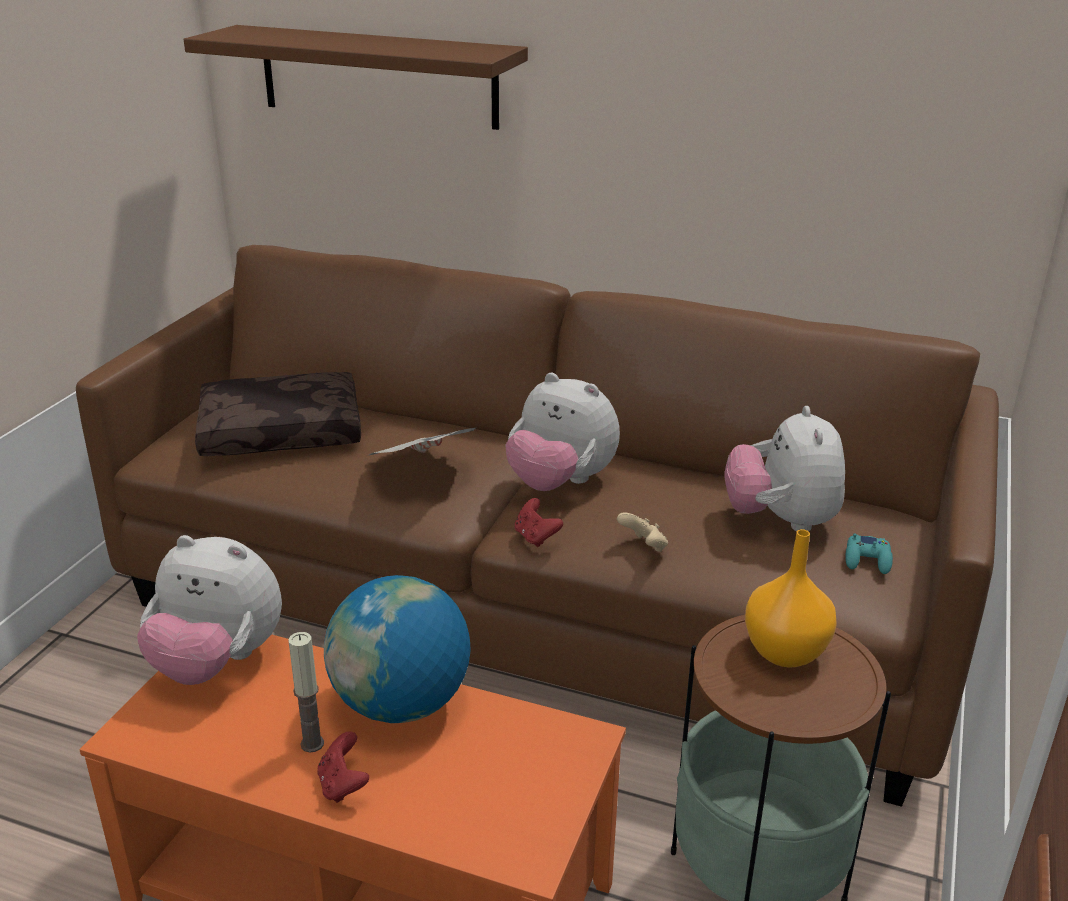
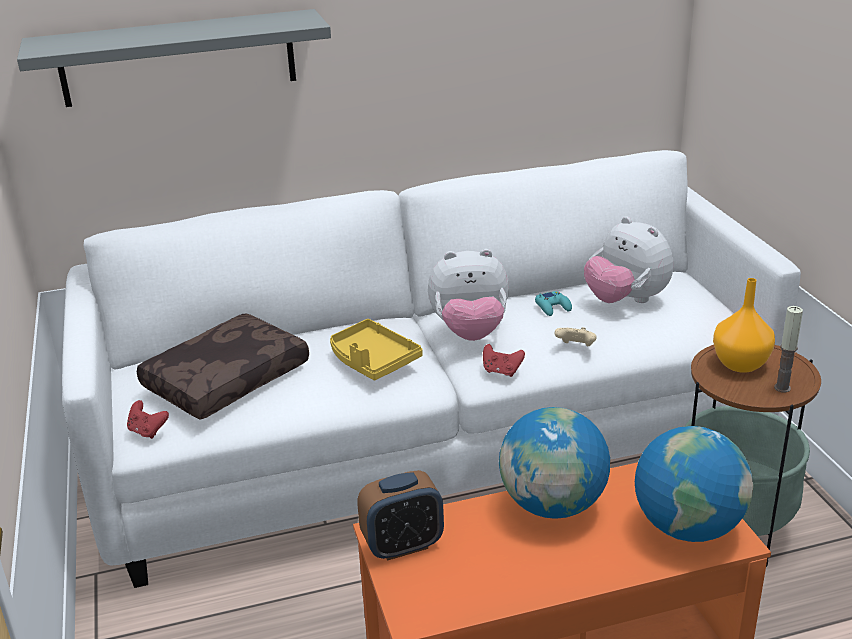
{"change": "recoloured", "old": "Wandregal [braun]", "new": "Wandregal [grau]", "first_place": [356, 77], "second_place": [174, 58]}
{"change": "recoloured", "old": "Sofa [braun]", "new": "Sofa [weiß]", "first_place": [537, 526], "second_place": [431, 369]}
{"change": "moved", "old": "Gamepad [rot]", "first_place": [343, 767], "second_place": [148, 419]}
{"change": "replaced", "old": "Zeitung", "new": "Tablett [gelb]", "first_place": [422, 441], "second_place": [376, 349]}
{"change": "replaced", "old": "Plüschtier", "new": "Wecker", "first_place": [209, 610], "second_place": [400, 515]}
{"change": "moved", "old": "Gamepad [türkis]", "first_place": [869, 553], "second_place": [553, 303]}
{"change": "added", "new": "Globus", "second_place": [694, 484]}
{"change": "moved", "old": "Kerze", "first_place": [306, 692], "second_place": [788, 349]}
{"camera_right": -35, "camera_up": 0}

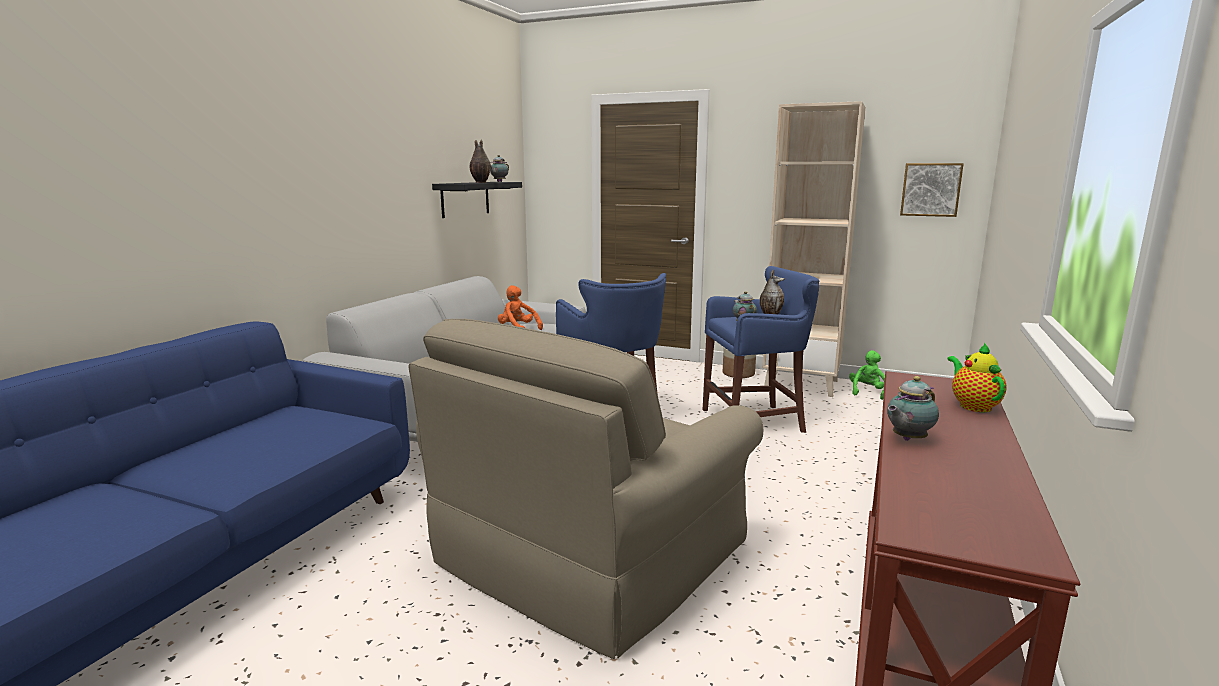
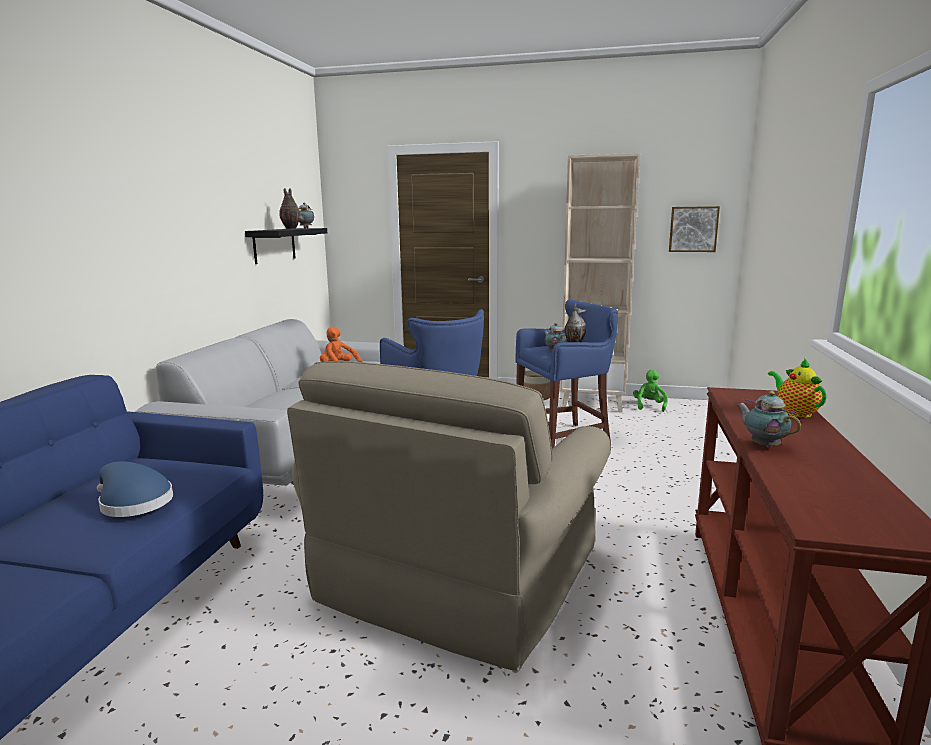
{"change": "added", "new": "Hut [blau]", "second_place": [135, 489]}
{"change": "turned", "old": "Teekanne", "first_place": [913, 408], "second_place": [769, 419], "degrees": 105}
{"camera_right": -10, "camera_up": 0}

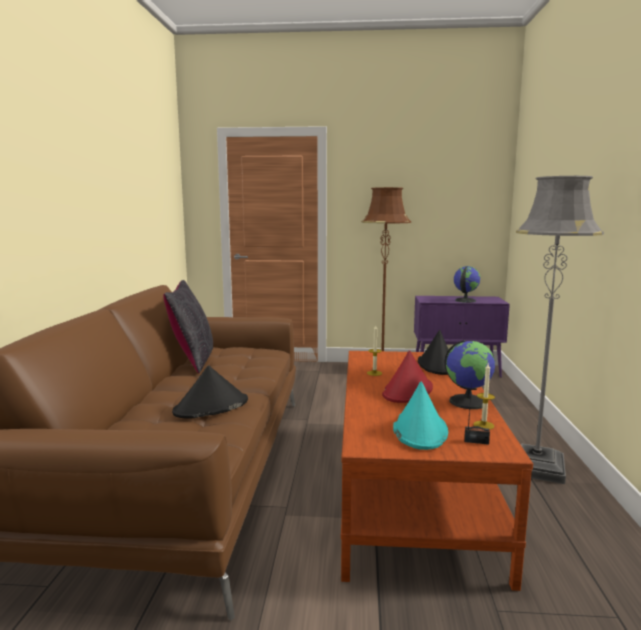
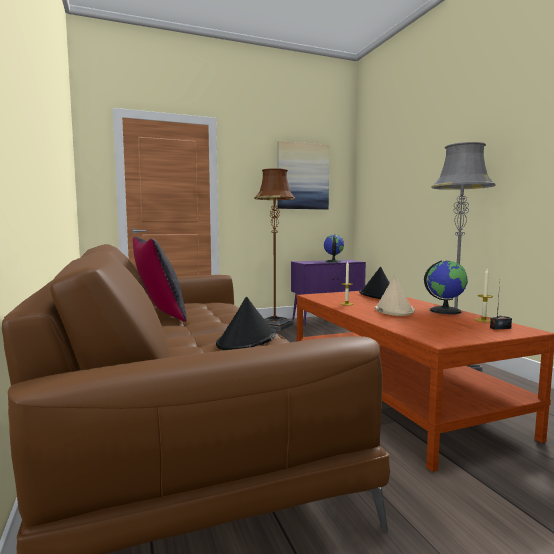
{"change": "added", "new": "Bild", "second_place": [303, 175]}
{"change": "recoloured", "old": "Hut [rot]", "new": "Hut [beige]", "first_place": [407, 376], "second_place": [395, 295]}
{"change": "removed", "old": "Hut [türkis]", "first_place": [420, 416]}
{"camera_right": -25, "camera_up": -5}

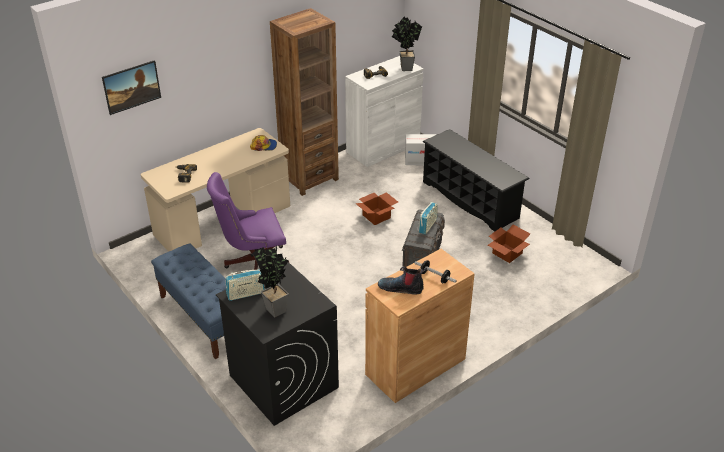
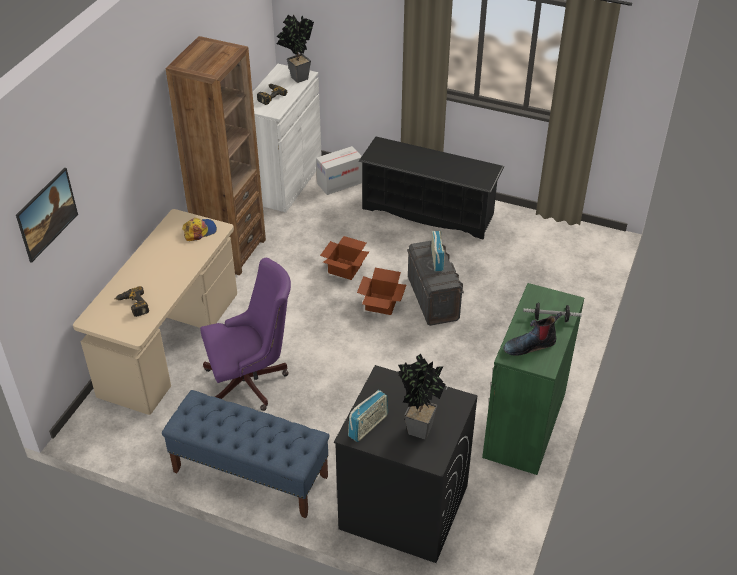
{"change": "turned", "old": "Bürostuhl [lila]", "first_place": [248, 221], "second_place": [245, 334], "degrees": -150}
{"change": "moved", "old": "Karton", "first_place": [509, 244], "second_place": [381, 291]}
{"change": "recoloured", "old": "Schrank [braun]", "new": "Schrank [grün]", "first_place": [420, 326], "second_place": [533, 379]}
{"camera_right": -30, "camera_up": 5}

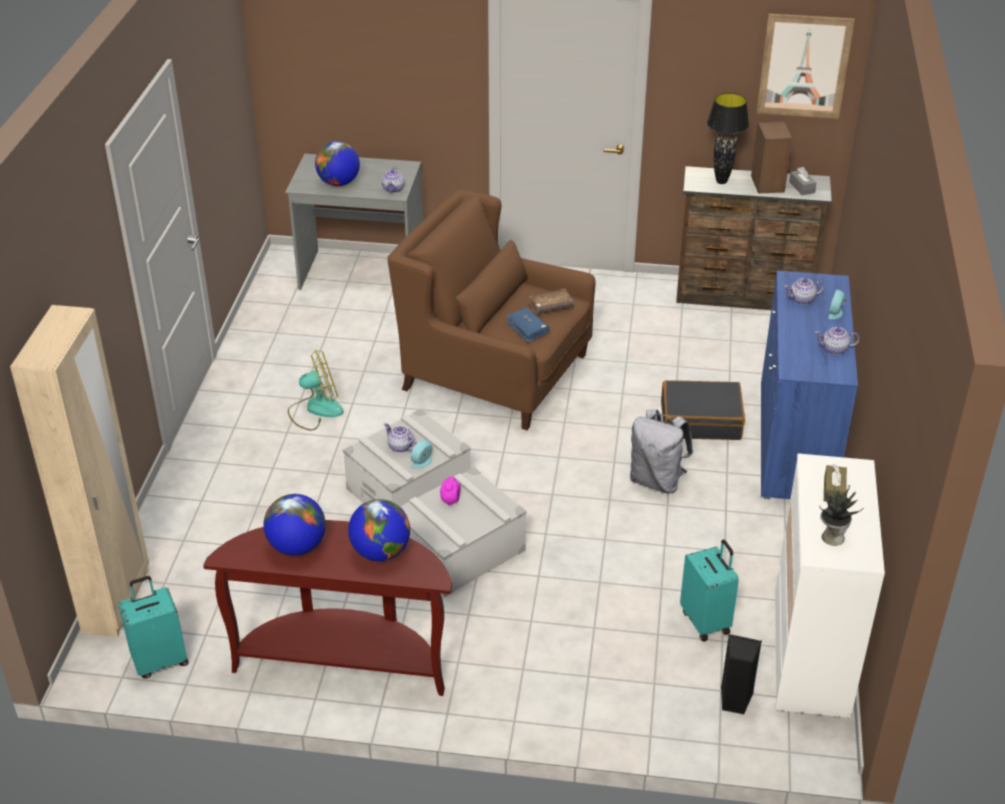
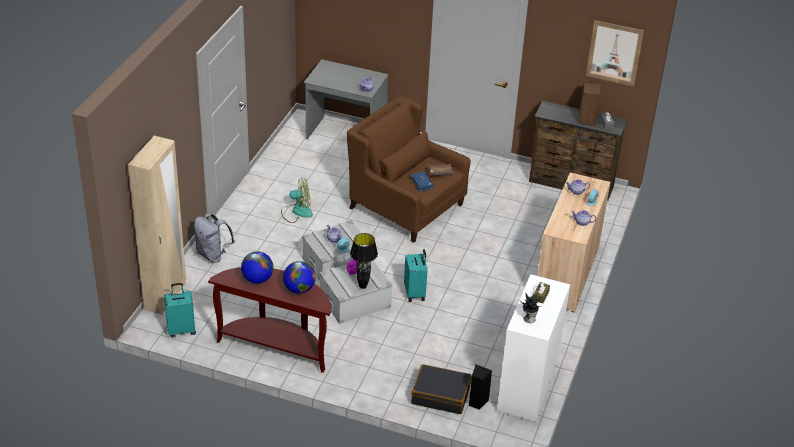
{"change": "moved", "old": "Rucksack [grau]", "first_place": [661, 451], "second_place": [214, 238]}
{"change": "moved", "old": "Tischlampe [schwarz]", "first_place": [728, 138], "second_place": [364, 261]}
{"change": "moved", "old": "Koffer [türkis]", "first_place": [709, 590], "second_place": [416, 275]}
{"change": "moved", "old": "Koffer [schwarz]", "first_place": [703, 410], "second_place": [441, 389]}
{"change": "recoloured", "old": "Schrank [blau]", "new": "Schrank [beige]", "first_place": [809, 384], "second_place": [574, 242]}
{"change": "removed", "old": "Globus", "first_place": [337, 163]}
{"camera_right": 10, "camera_up": 0}

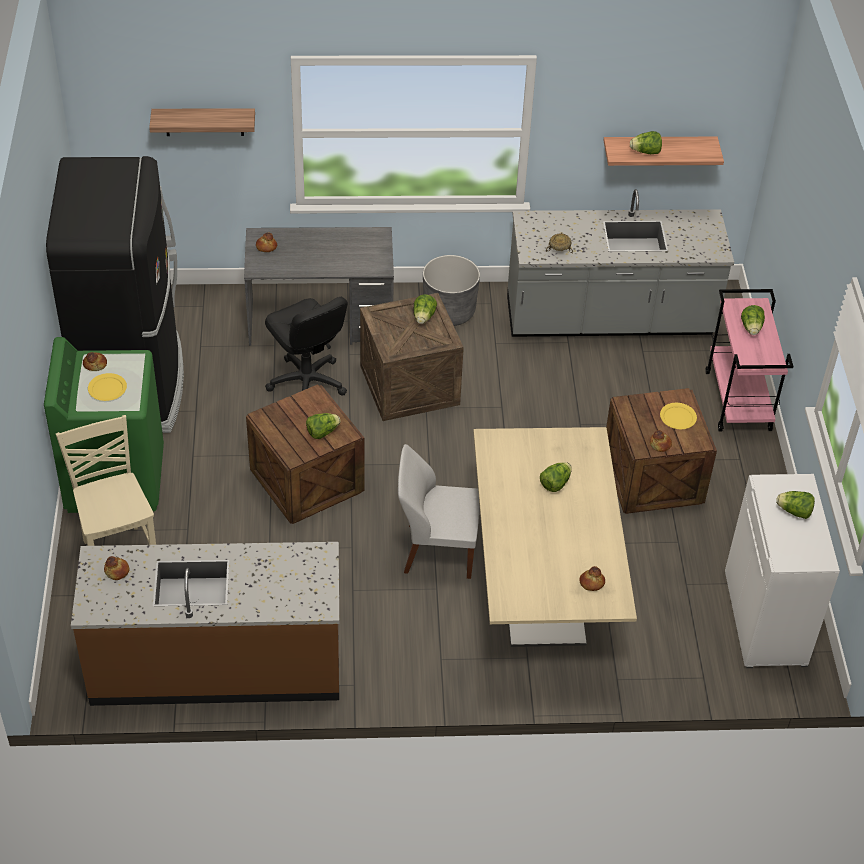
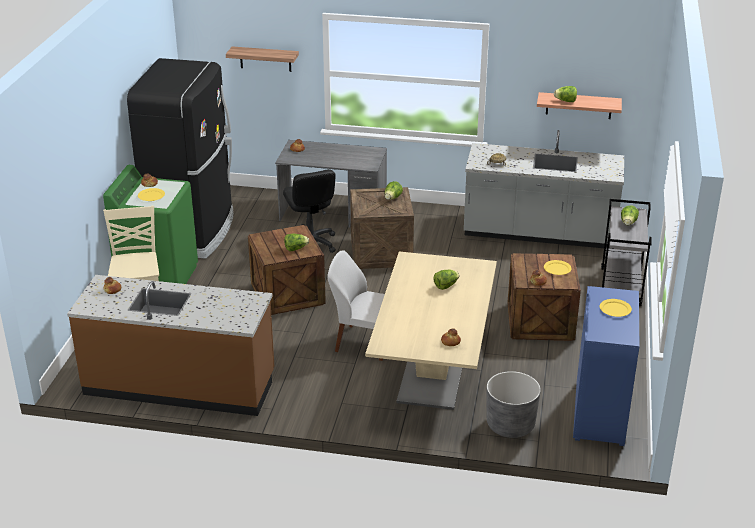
{"change": "moved", "old": "Pflanzkübel [grau]", "first_place": [451, 290], "second_place": [514, 404]}
{"change": "recoloured", "old": "Schrank [weiß]", "new": "Schrank [blau]", "first_place": [782, 571], "second_place": [606, 366]}
{"change": "replaced", "old": "Salatkopf", "new": "Teller [gelb]", "first_place": [795, 505], "second_place": [616, 308]}
{"change": "recoloured", "old": "Rollwagen [rosa]", "new": "Rollwagen [grau]", "first_place": [749, 360], "second_place": [626, 252]}
{"camera_right": 15, "camera_up": -15}

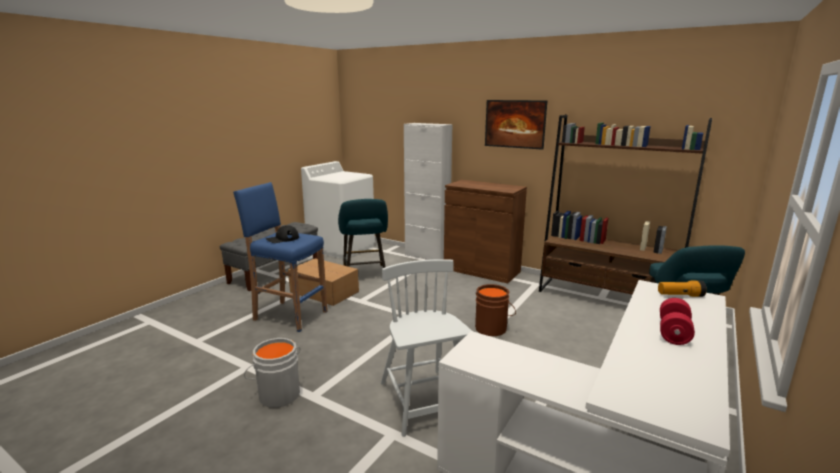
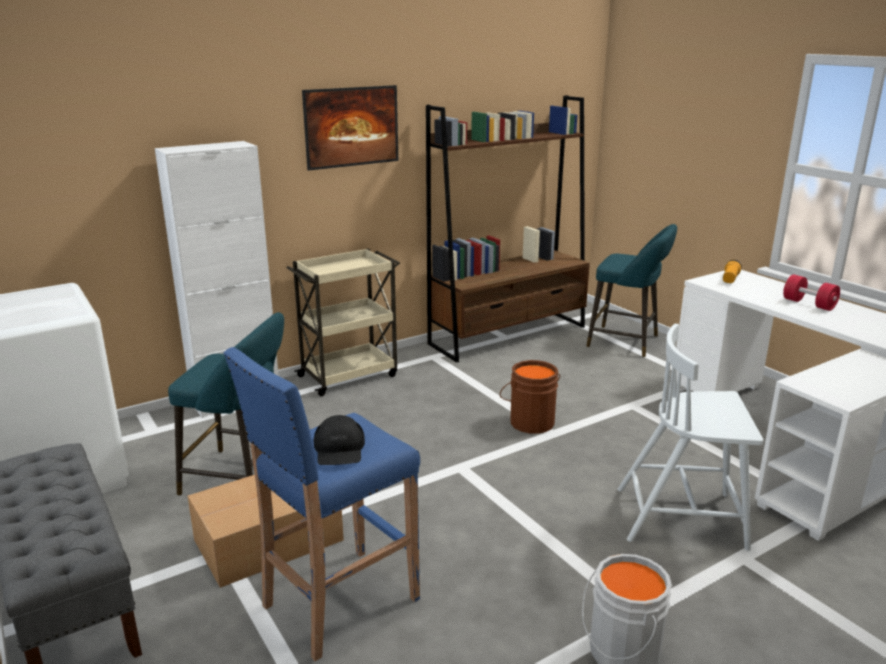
{"change": "replaced", "old": "Schrank [braun]", "new": "Rollwagen [beige]", "first_place": [485, 232], "second_place": [343, 322]}
{"camera_right": -65, "camera_up": 5}

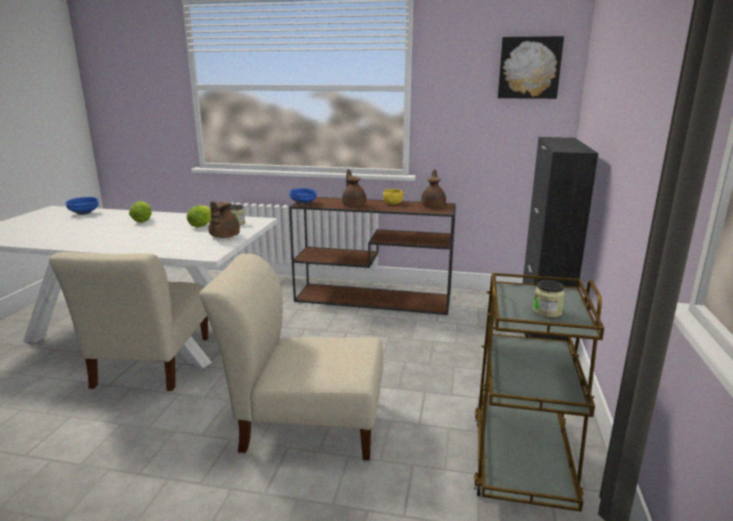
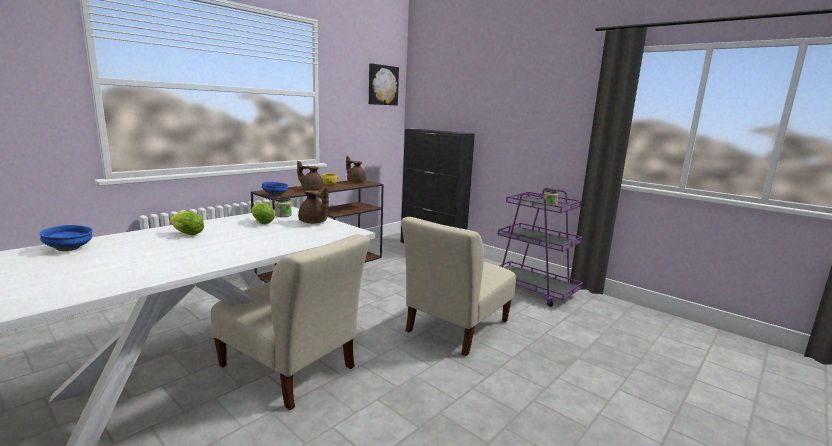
{"change": "recoloured", "old": "Rollwagen [braun]", "new": "Rollwagen [lila]", "first_place": [539, 392], "second_place": [540, 247]}
{"camera_right": -60, "camera_up": -5}

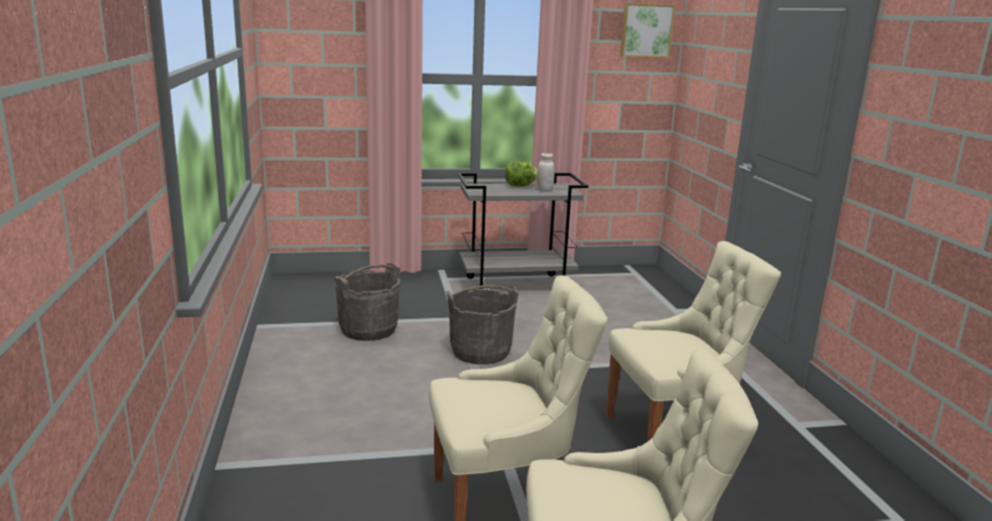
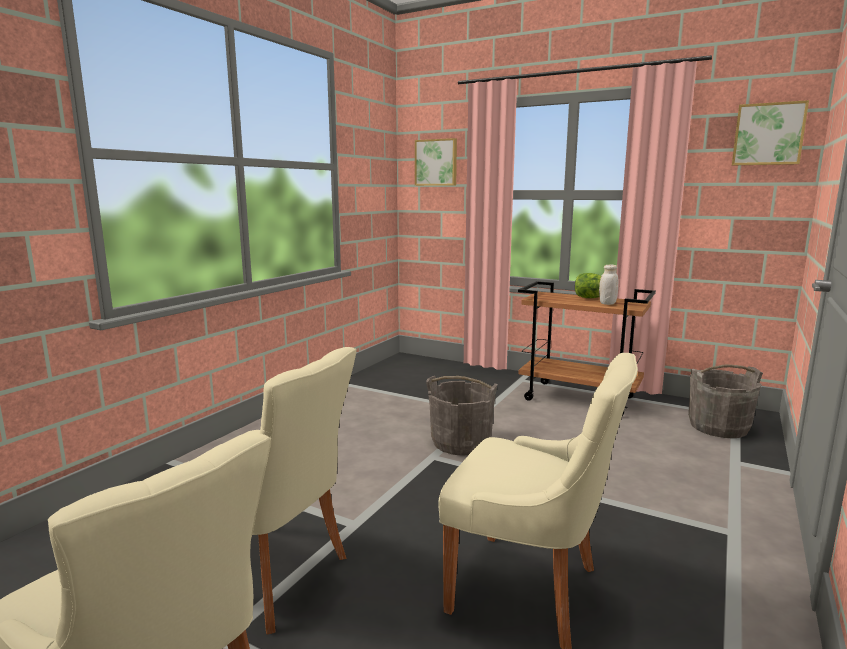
{"change": "added", "new": "Bild", "second_place": [436, 162]}
{"change": "recoloured", "old": "Rollwagen [grau]", "new": "Rollwagen [braun]", "first_place": [523, 231], "second_place": [587, 348]}
{"change": "moved", "old": "Eimer [grau]", "first_place": [367, 302], "second_place": [725, 401]}
{"camera_right": 40, "camera_up": -5}

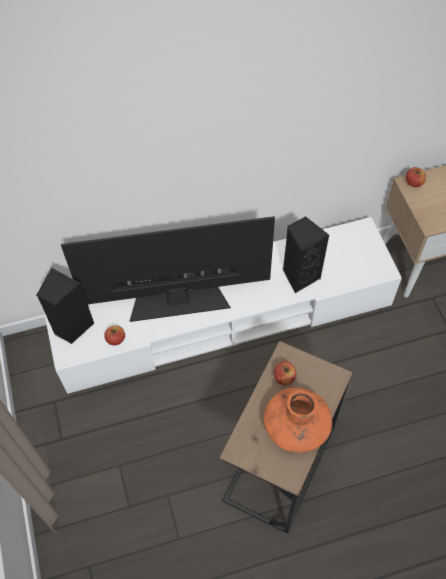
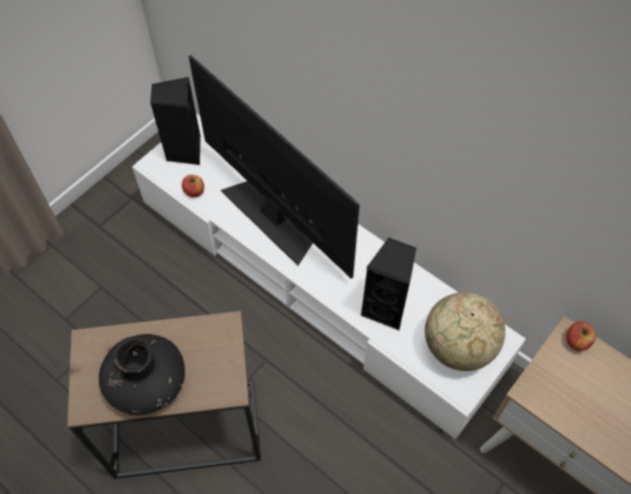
{"change": "recoloured", "old": "Vase [orange]", "new": "Vase [schwarz]", "first_place": [298, 420], "second_place": [142, 374]}
{"change": "added", "new": "Globus", "second_place": [465, 331]}
{"change": "removed", "old": "Apfel", "first_place": [285, 373]}
{"camera_right": 55, "camera_up": 0}

